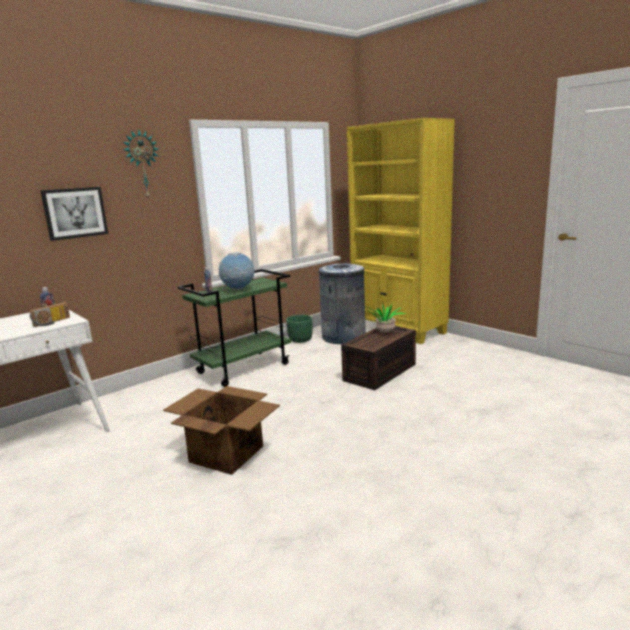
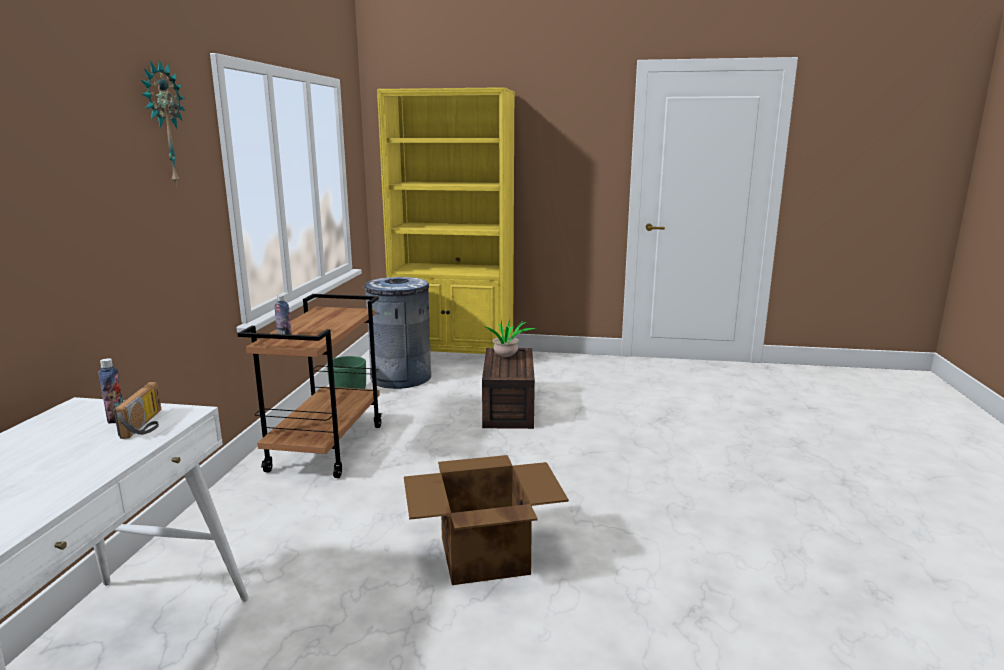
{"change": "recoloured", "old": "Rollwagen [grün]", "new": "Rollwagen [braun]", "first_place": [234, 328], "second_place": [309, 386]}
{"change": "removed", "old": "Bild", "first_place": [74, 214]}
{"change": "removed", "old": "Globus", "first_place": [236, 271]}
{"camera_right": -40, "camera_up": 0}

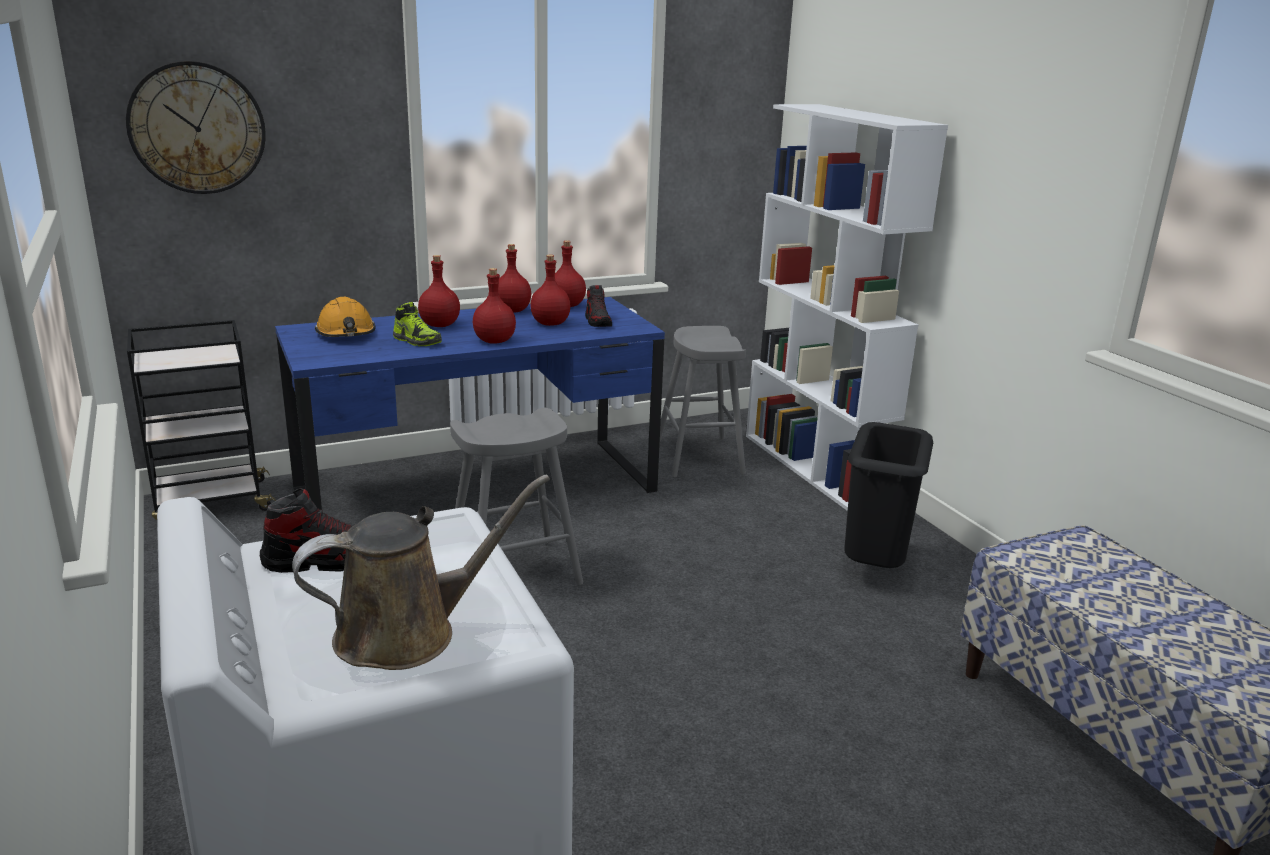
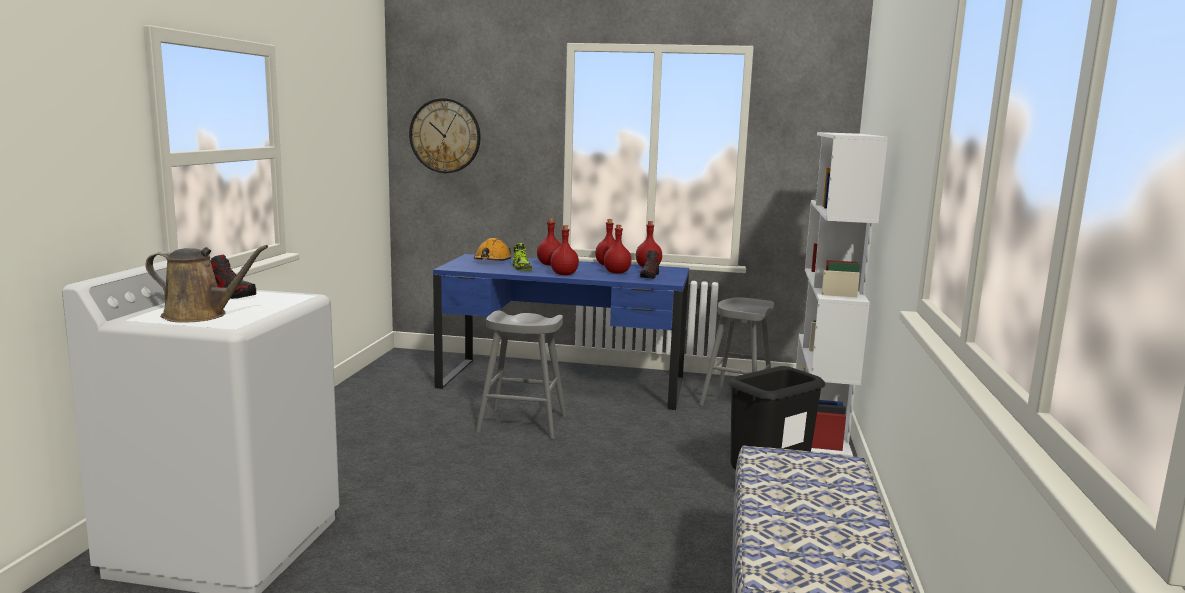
{"change": "removed", "old": "Rollwagen [schwarz]", "first_place": [201, 420]}
{"camera_right": 35, "camera_up": -10}

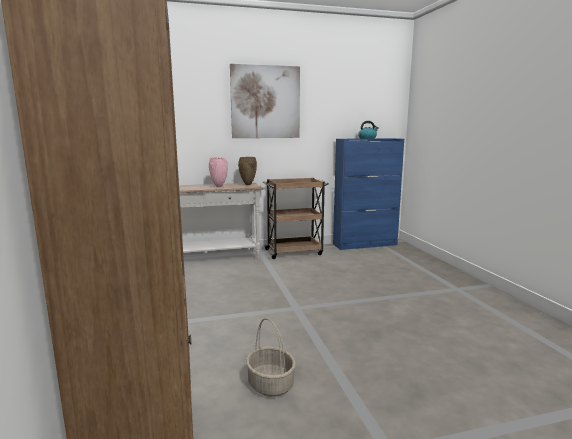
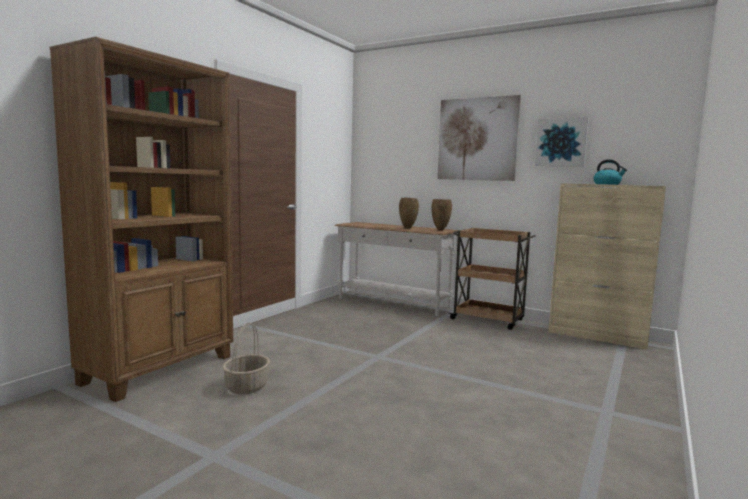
{"change": "recoloured", "old": "Vase [rosa]", "new": "Vase [braun]", "first_place": [218, 172], "second_place": [409, 213]}
{"change": "added", "new": "Bild", "second_place": [562, 141]}
{"change": "recoloured", "old": "Schrank [blau]", "new": "Schrank [beige]", "first_place": [368, 194], "second_place": [607, 266]}
{"camera_right": 45, "camera_up": -5}

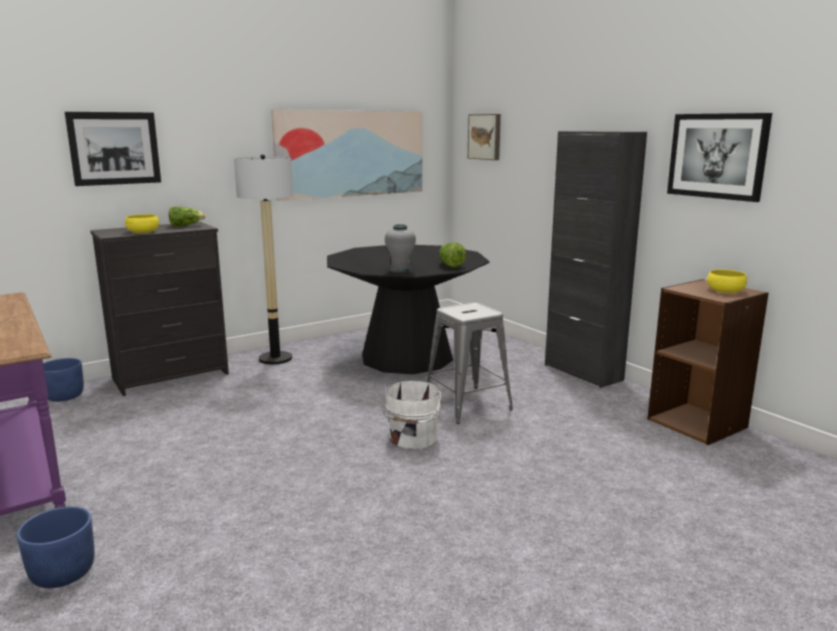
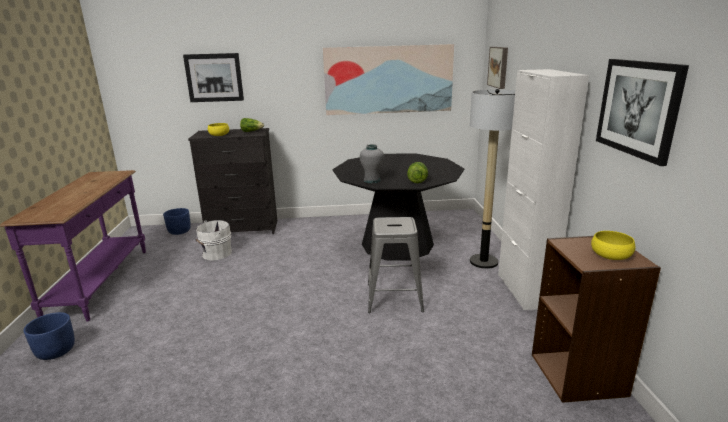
{"change": "moved", "old": "Eimer [weiß]", "first_place": [411, 414], "second_place": [213, 240]}
{"change": "moved", "old": "Stehlampe", "first_place": [263, 259], "second_place": [492, 179]}
{"change": "recoloured", "old": "Schrank [schwarz]", "new": "Schrank [weiß]", "first_place": [596, 259], "second_place": [543, 189]}
{"camera_right": 30, "camera_up": 5}

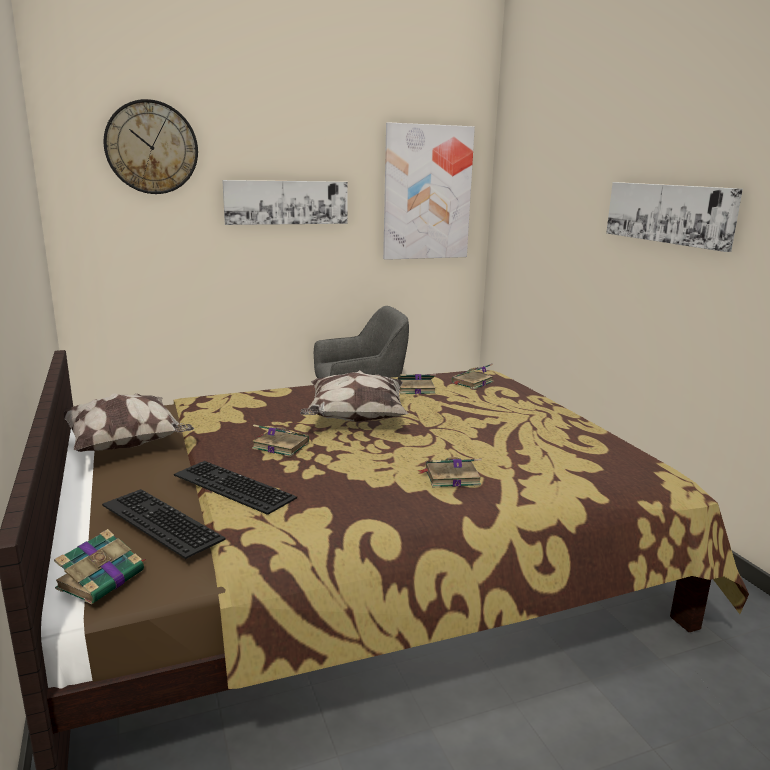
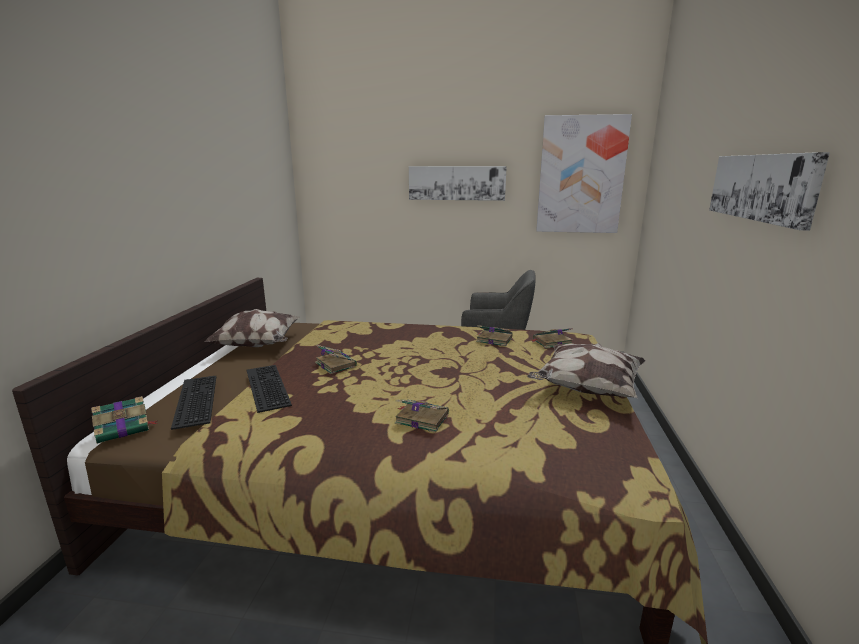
{"change": "moved", "old": "Kissen", "first_place": [354, 396], "second_place": [586, 370]}
{"change": "removed", "old": "Wanduhr", "first_place": [151, 146]}
{"camera_right": 30, "camera_up": 0}

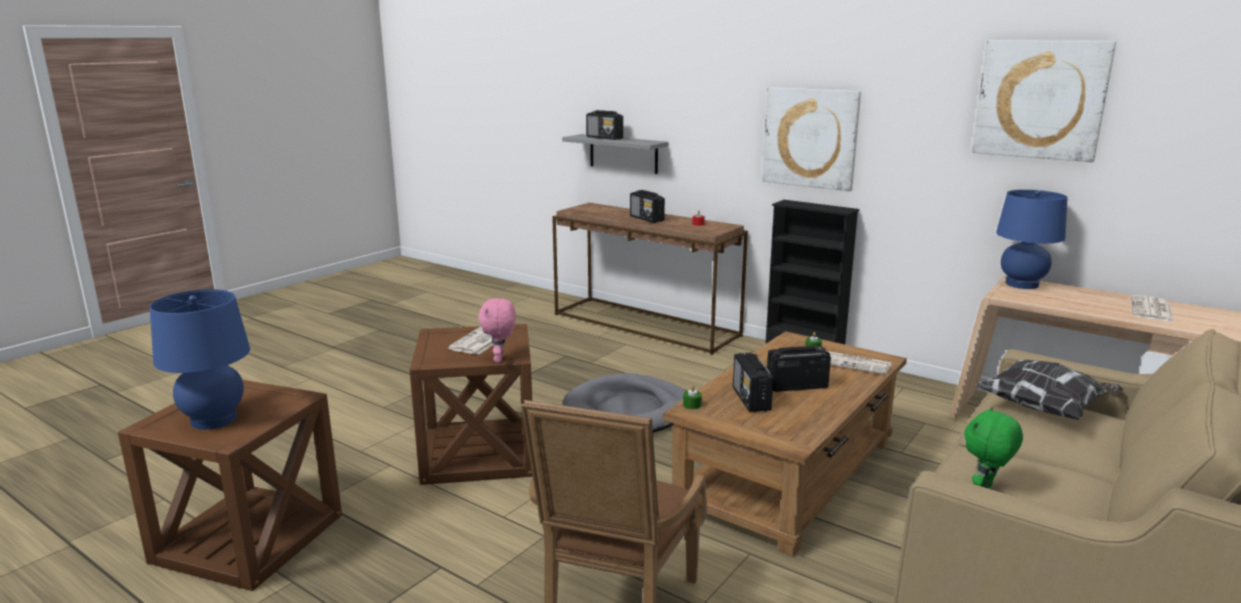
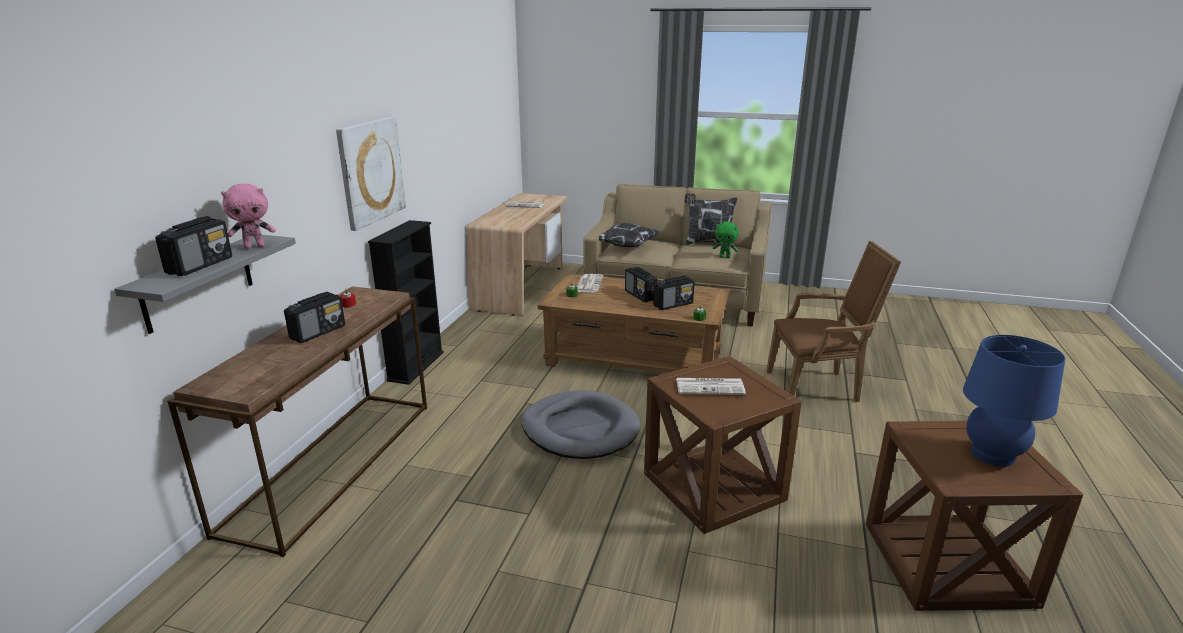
{"change": "moved", "old": "Plüschtier [rosa]", "first_place": [497, 330], "second_place": [248, 216]}
{"change": "added", "new": "Kissen", "second_place": [711, 219]}
{"change": "removed", "old": "Bild", "first_place": [1044, 101]}
{"change": "removed", "old": "Tischlampe [blau]", "first_place": [1032, 239]}
{"camera_right": -110, "camera_up": 5}

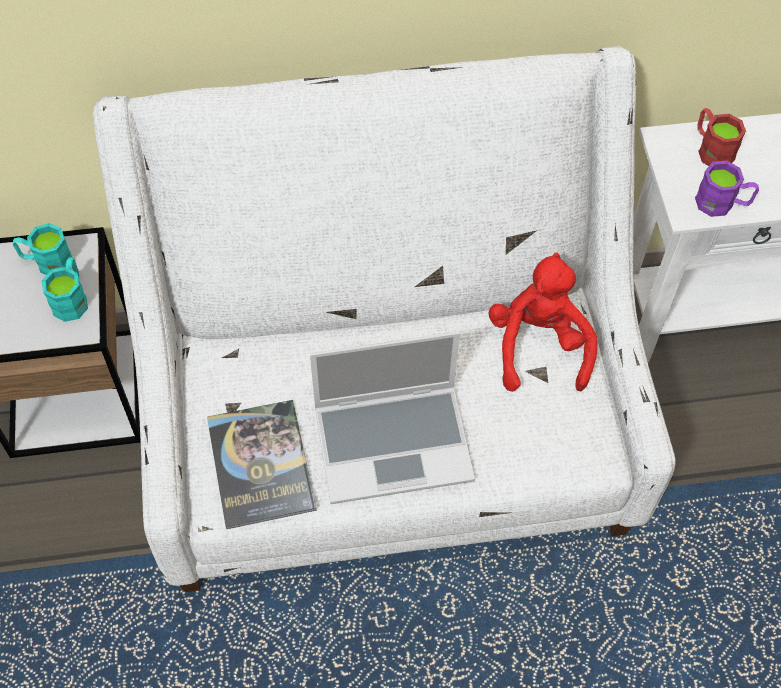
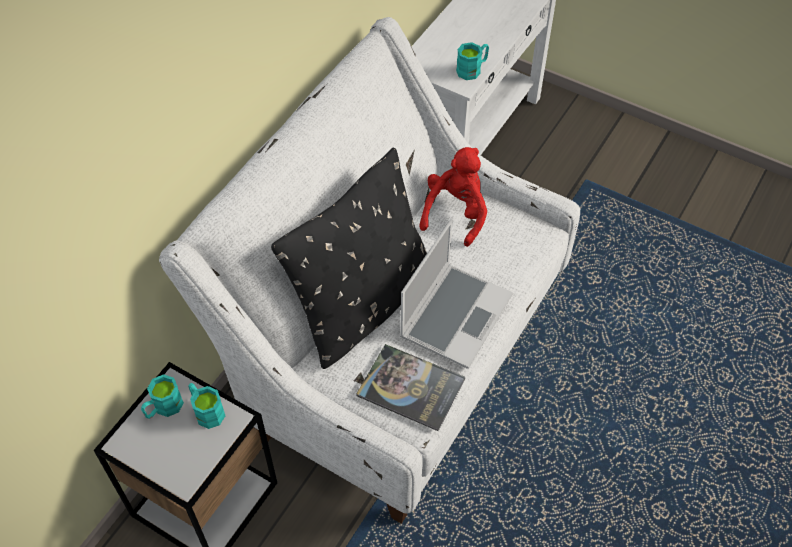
{"change": "added", "new": "Kissen [schwarz]", "second_place": [349, 258]}
{"change": "turned", "old": "Plüschtier [rot]", "first_place": [542, 322], "second_place": [453, 197], "degrees": 75}
{"change": "recoloured", "old": "Henkelbecher [lila]", "new": "Henkelbecher [türkis]", "first_place": [727, 189], "second_place": [472, 61]}
{"change": "removed", "old": "Henkelbecher [rot]", "first_place": [721, 137]}
{"camera_right": -50, "camera_up": -5}

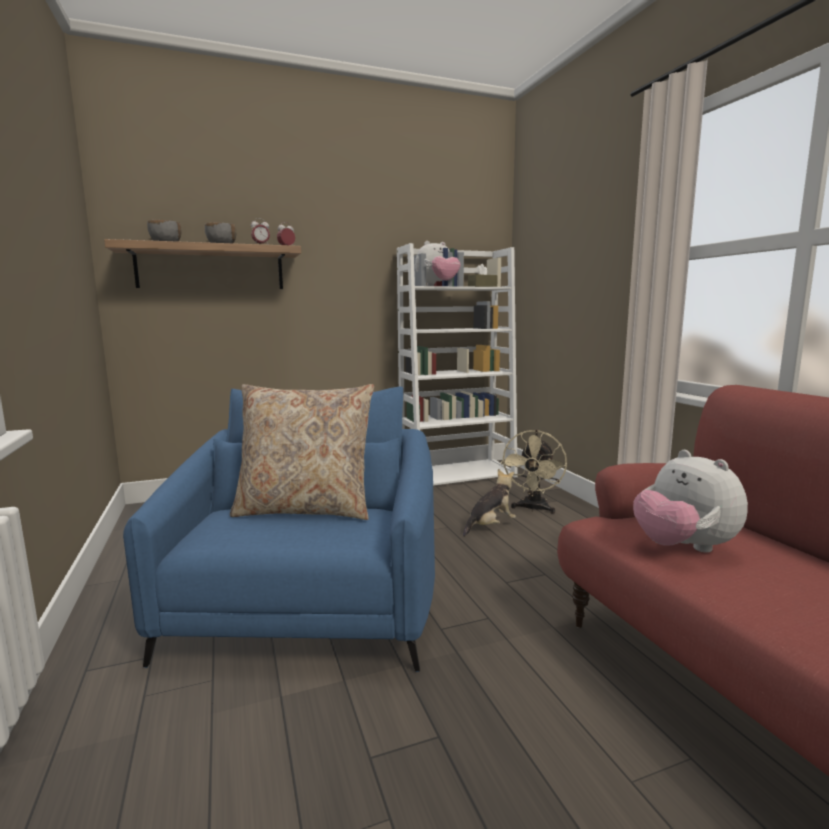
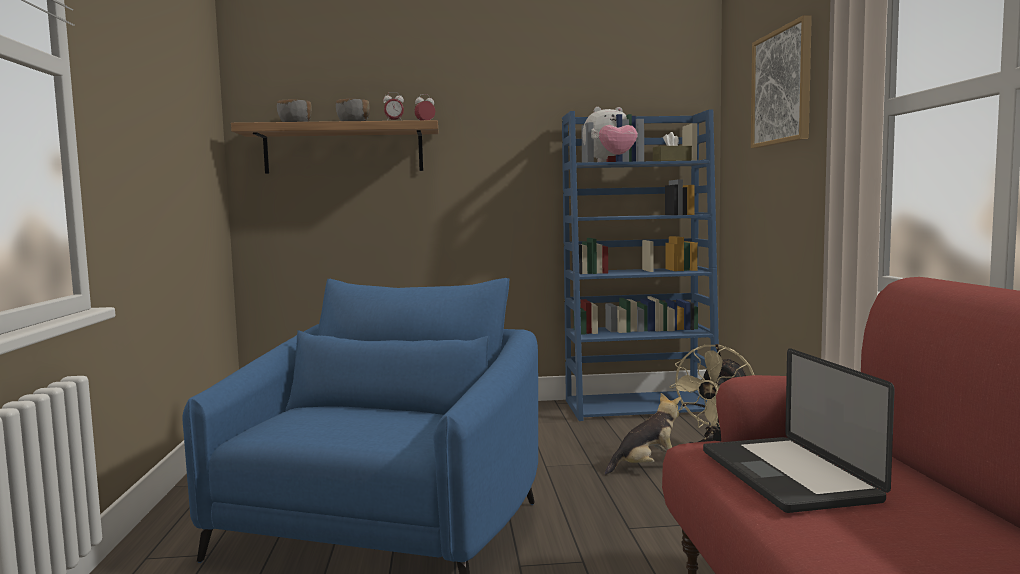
{"change": "recoloured", "old": "Bücherregal [weiß]", "new": "Bücherregal [blau]", "first_place": [457, 364], "second_place": [640, 265]}
{"change": "replaced", "old": "Plüschtier", "new": "Laptop", "first_place": [690, 501], "second_place": [799, 430]}
{"change": "added", "new": "Bild", "second_place": [781, 81]}
{"change": "removed", "old": "Kissen [beige]", "first_place": [302, 452]}
{"camera_right": 15, "camera_up": -5}

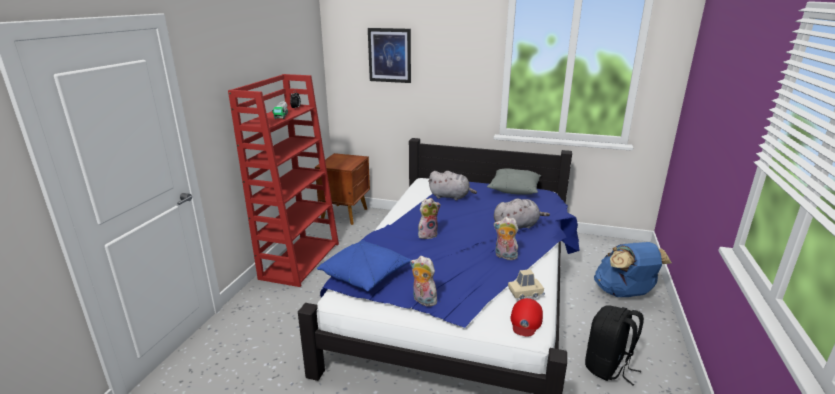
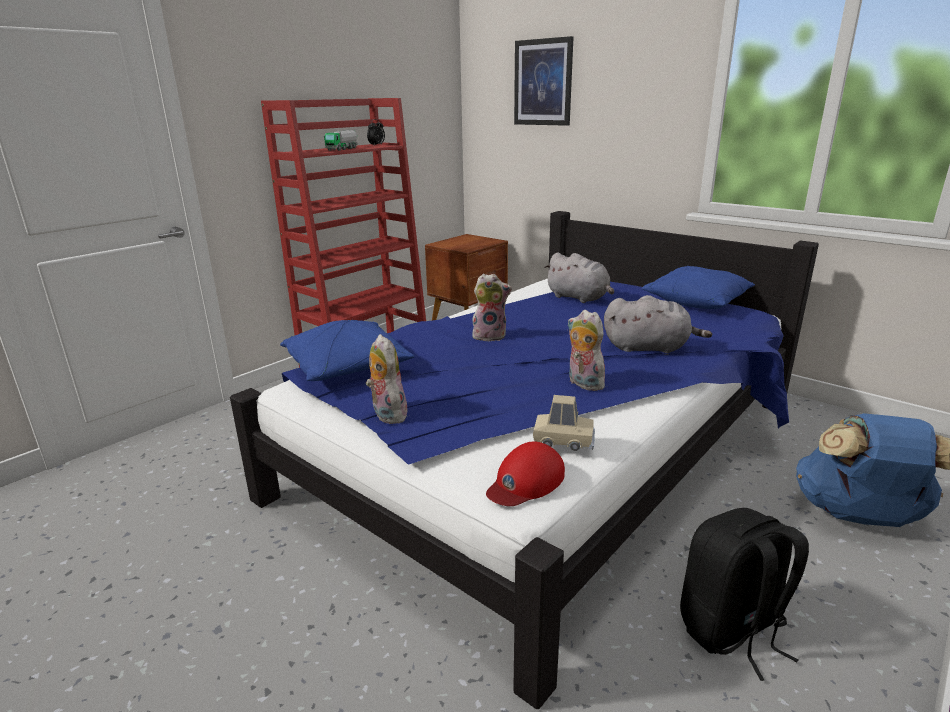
{"change": "recoloured", "old": "Kissen [grau]", "new": "Kissen [blau]", "first_place": [514, 181], "second_place": [698, 287]}
{"camera_right": 25, "camera_up": 0}

